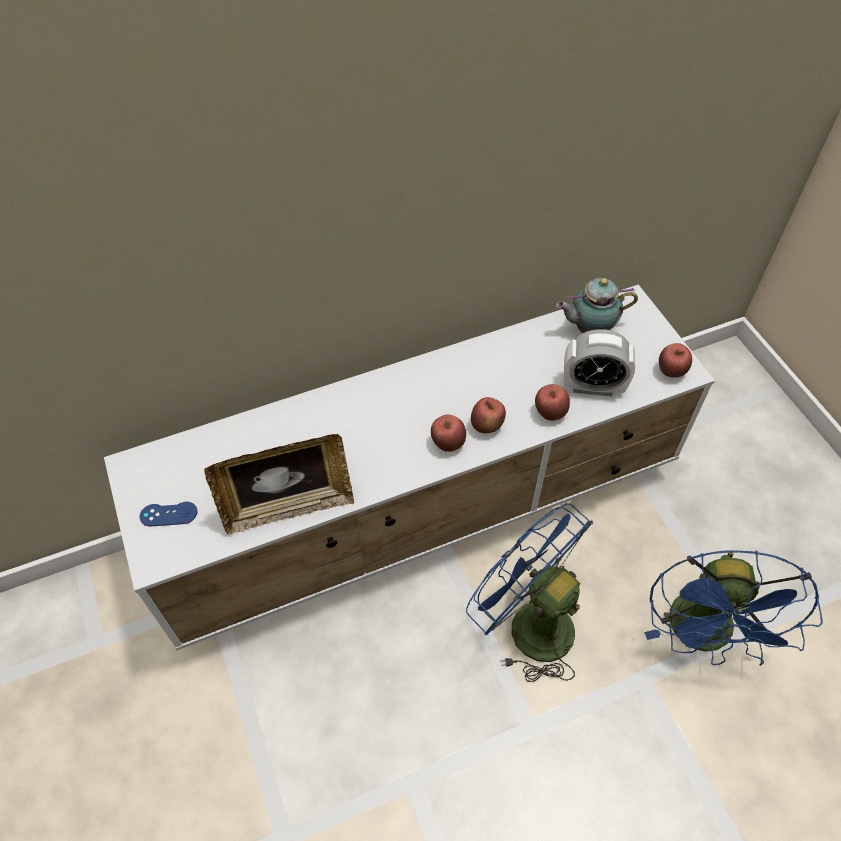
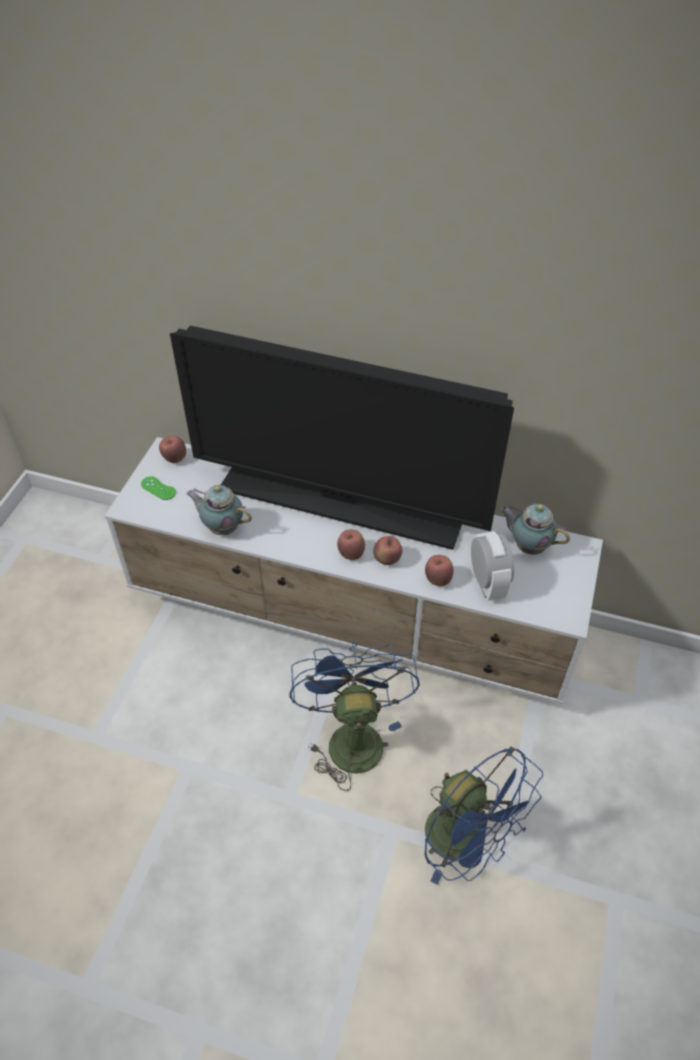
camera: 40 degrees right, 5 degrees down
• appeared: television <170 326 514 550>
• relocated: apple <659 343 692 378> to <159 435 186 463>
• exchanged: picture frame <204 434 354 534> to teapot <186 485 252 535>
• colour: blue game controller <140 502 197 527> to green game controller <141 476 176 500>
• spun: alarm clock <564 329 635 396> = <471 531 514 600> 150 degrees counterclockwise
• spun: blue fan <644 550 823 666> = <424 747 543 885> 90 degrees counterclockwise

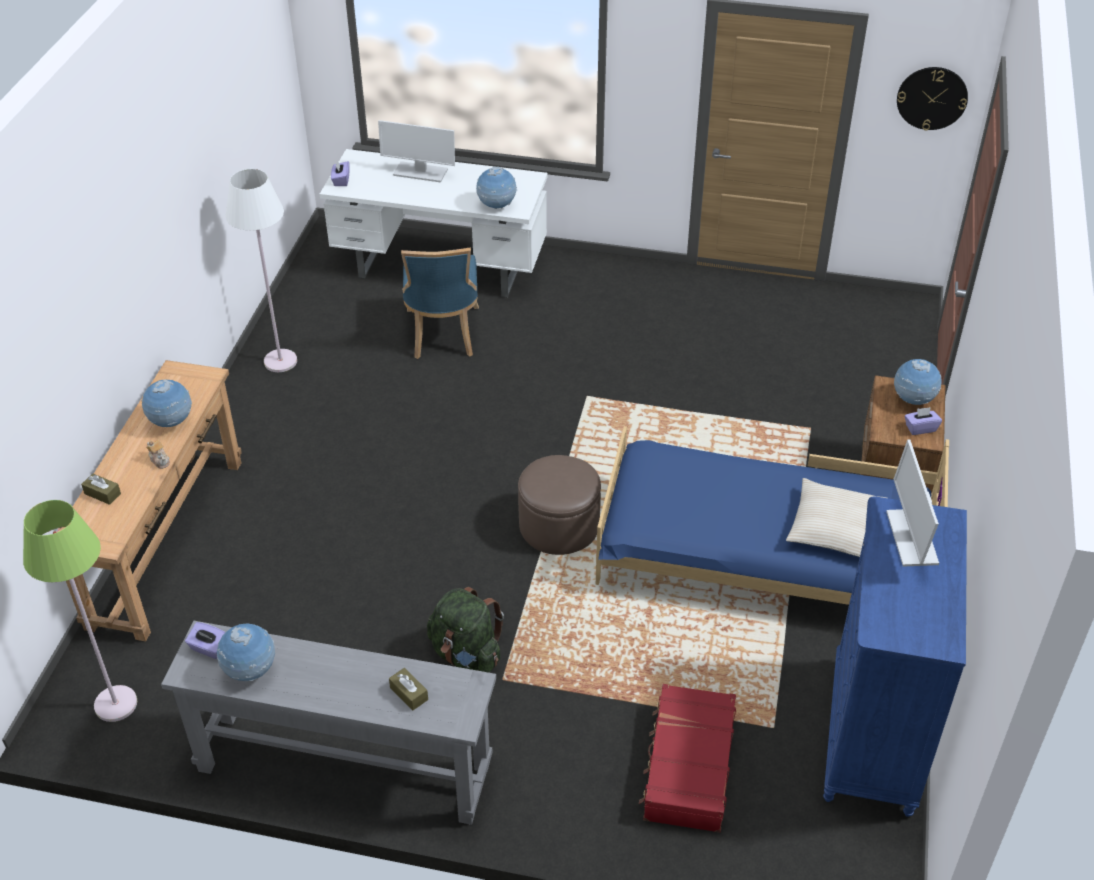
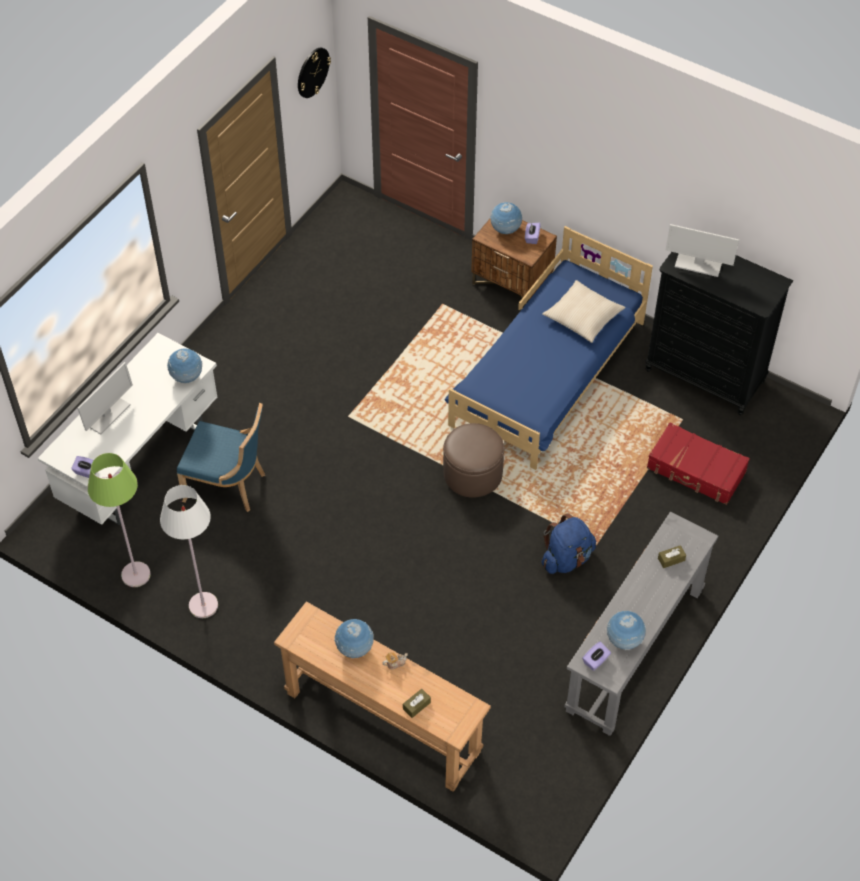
camera: 70 degrees left, 10 degrees up
• relocated: green floor lamp <23 500 137 722> to <88 453 151 587>
• colour: green backpack <427 587 504 673> to blue backpack <542 513 596 574>
• colour: blue dresser <823 496 967 817> to black dresser <645 252 793 415>

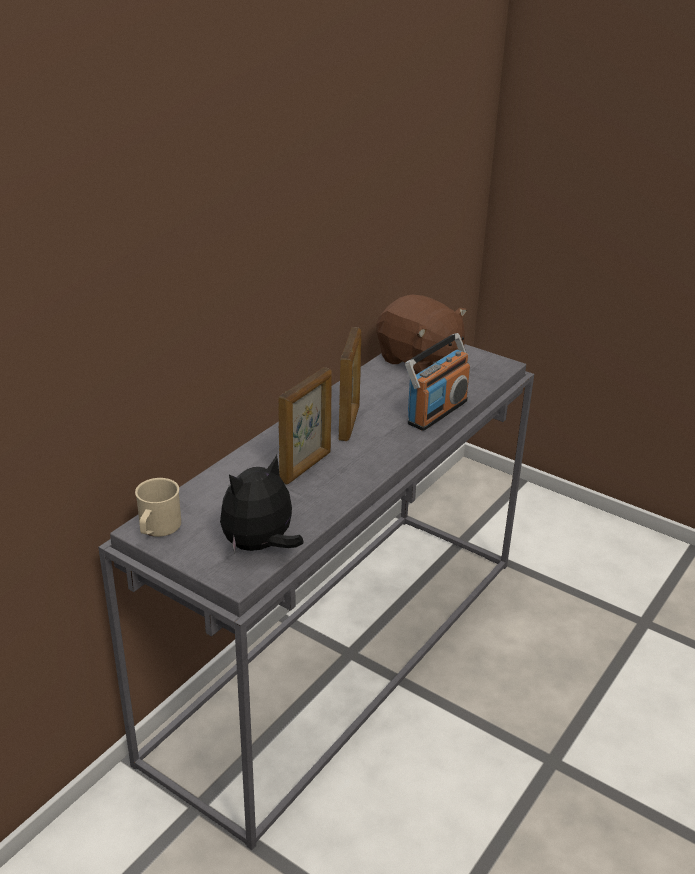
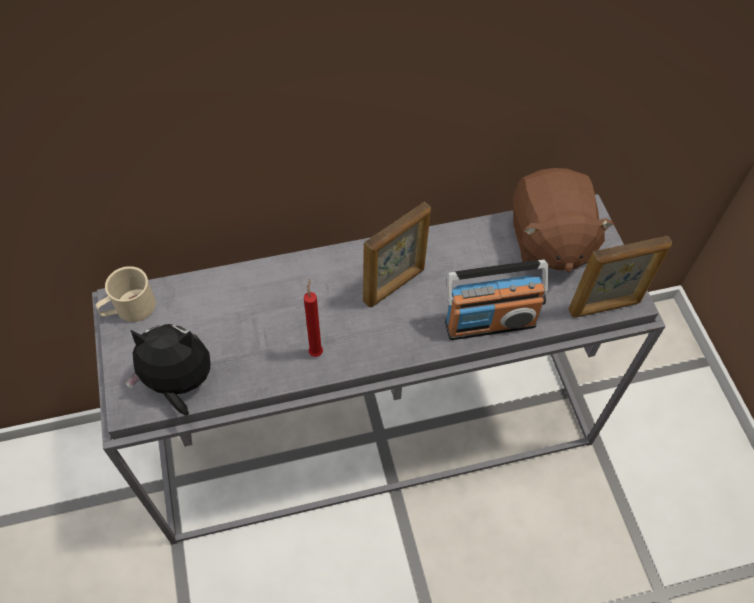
camera: 40 degrees right, 25 degrees up
• appeared: red candle <304 278 323 357>
• relocated: picture frame <278 367 332 485> to <569 236 672 318>

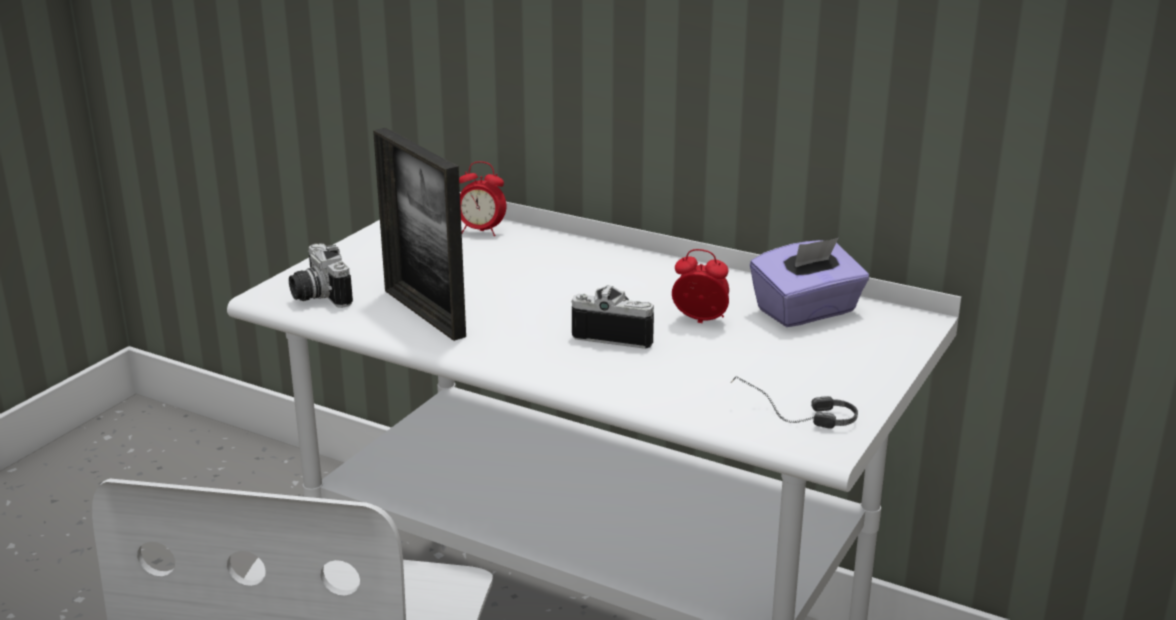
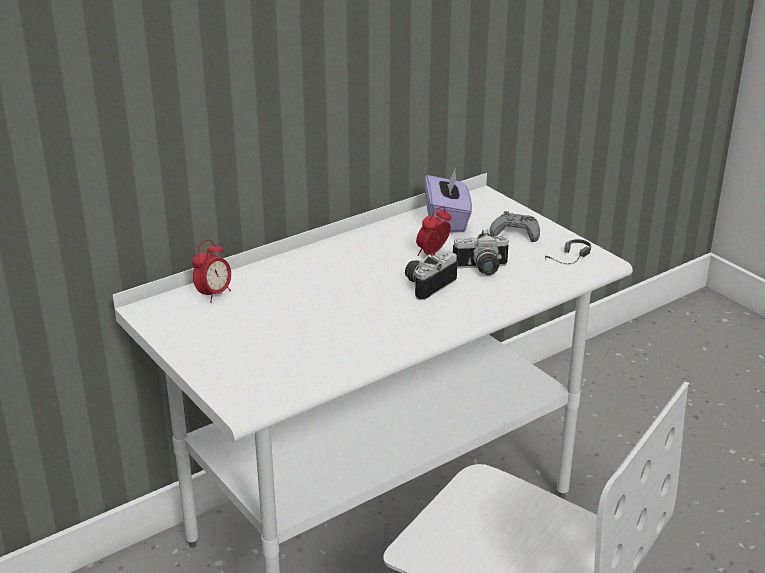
camera: 65 degrees left, 5 degrees up
• missing: picture frame <373 128 466 341>
• appeared: grey game controller <490 211 540 242>
• relocated: photo camera <289 243 353 308> to <453 229 509 275>

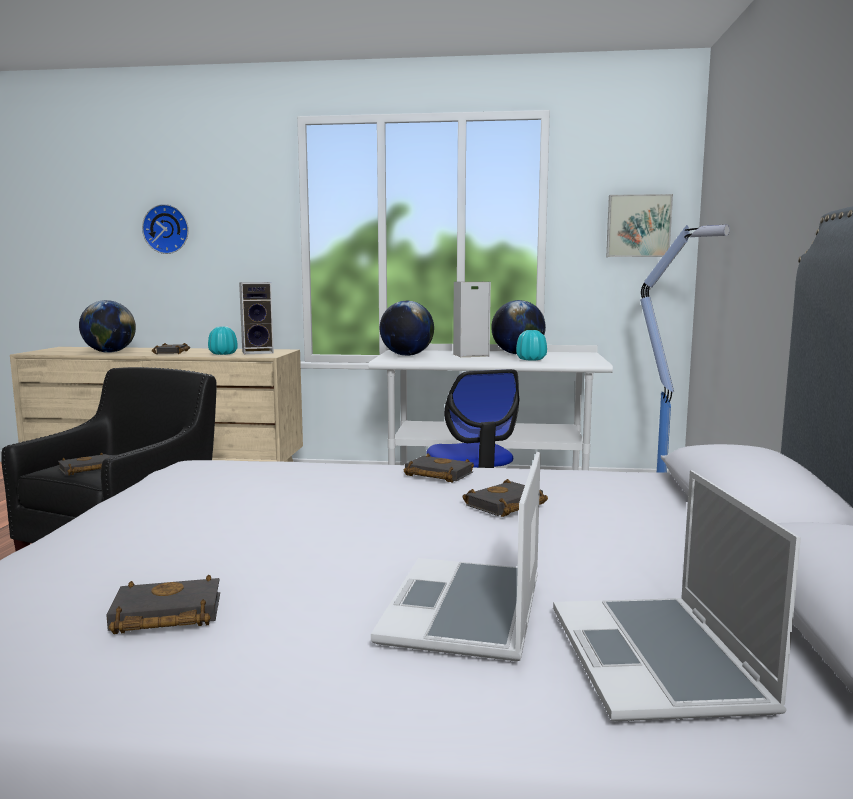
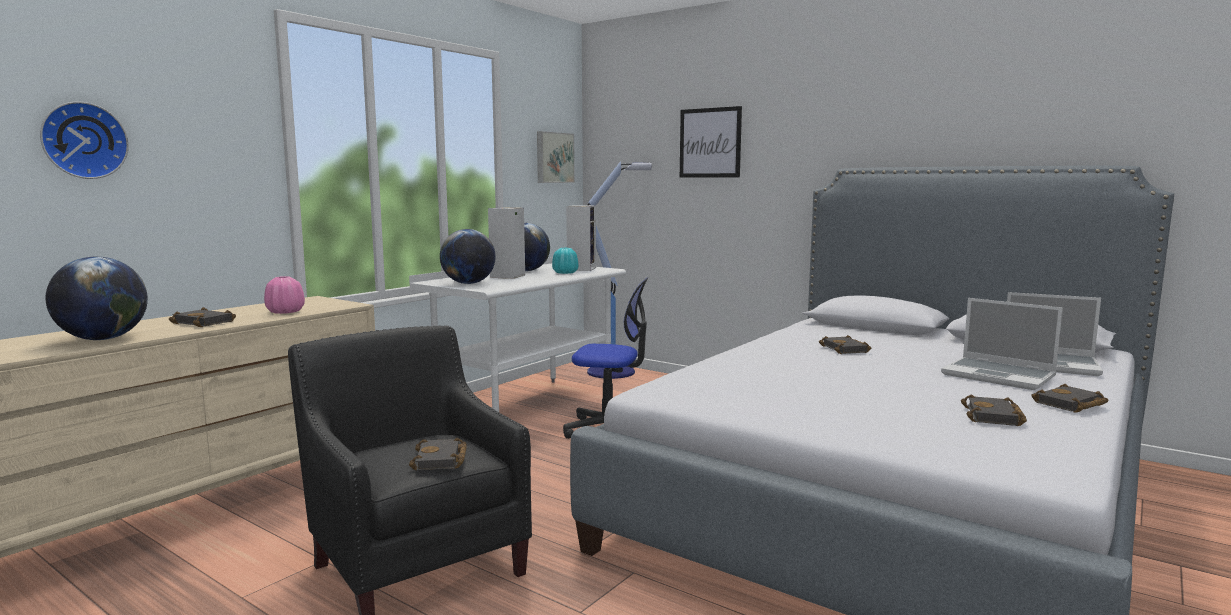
camera: 60 degrees left, 0 degrees up
• appeared: picture <680 106 742 177>
• relocated: speaker <239 282 274 354> to <566 205 596 271>
• relocated: black book <404 454 474 483> to <1031 384 1109 413>
• colour: turquoise vase <208 327 238 355> to pink vase <264 276 305 314>

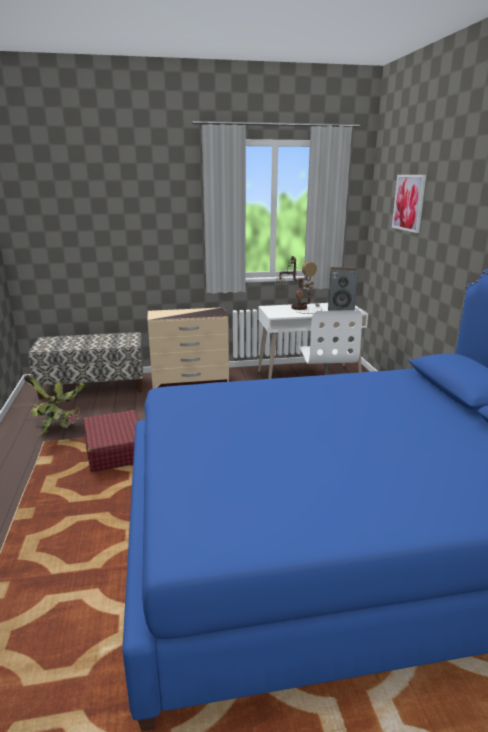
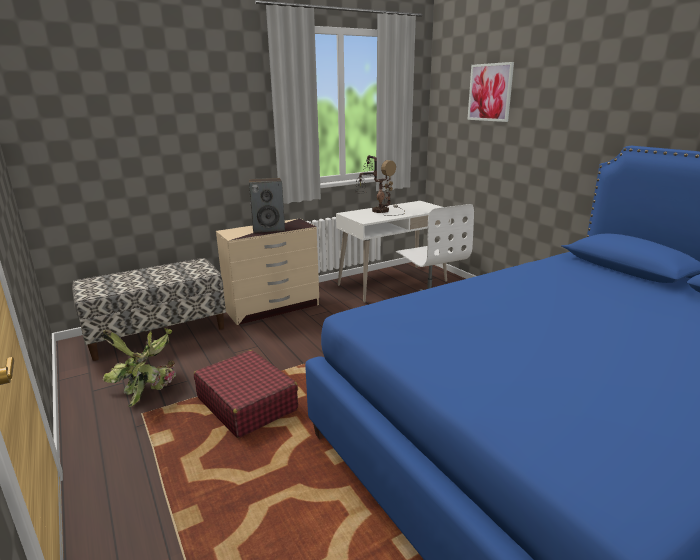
camera: 20 degrees left, 0 degrees up
• relocated: speaker <328 267 358 311> to <249 178 285 233>

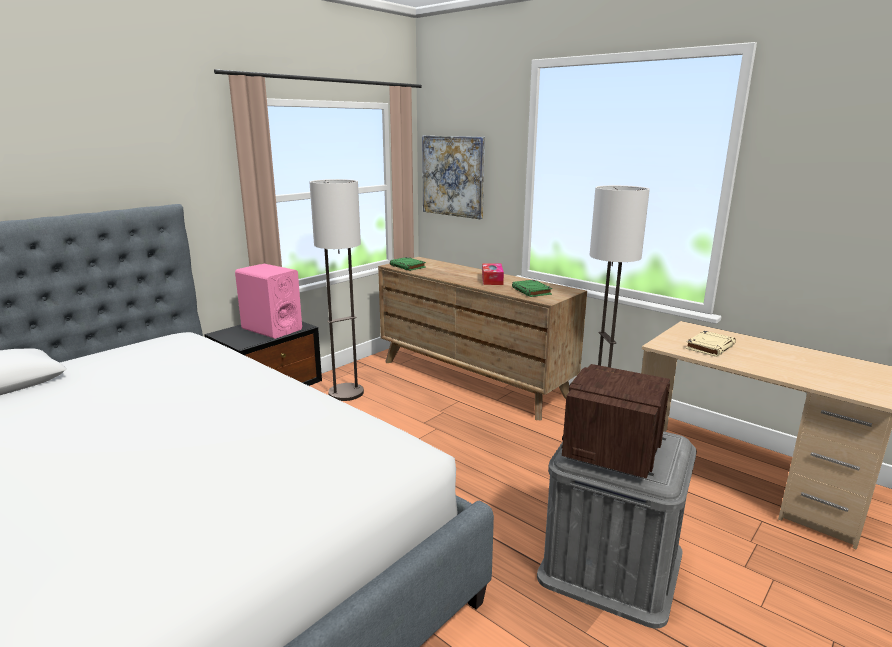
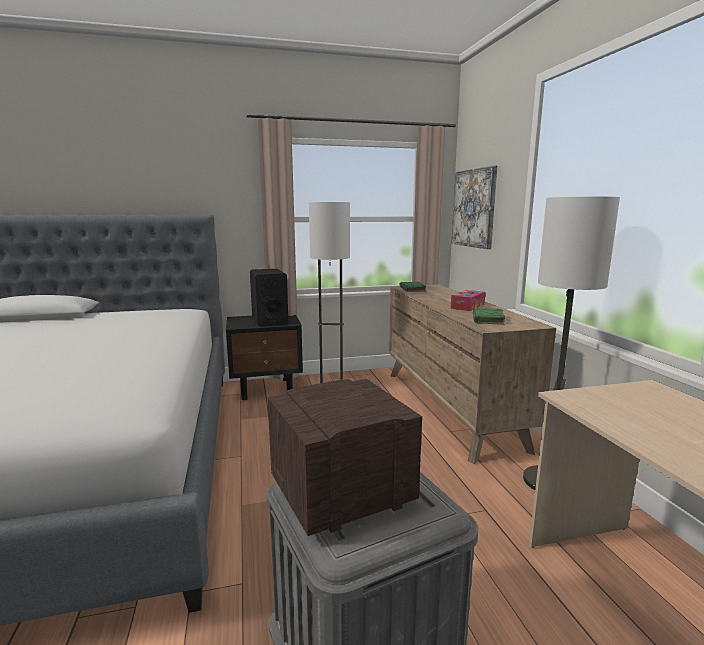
camera: 35 degrees right, 5 degrees down
• missing: beige book <686 331 736 357>
• colour: pink speaker <235 264 302 339> to black speaker <250 269 288 327>

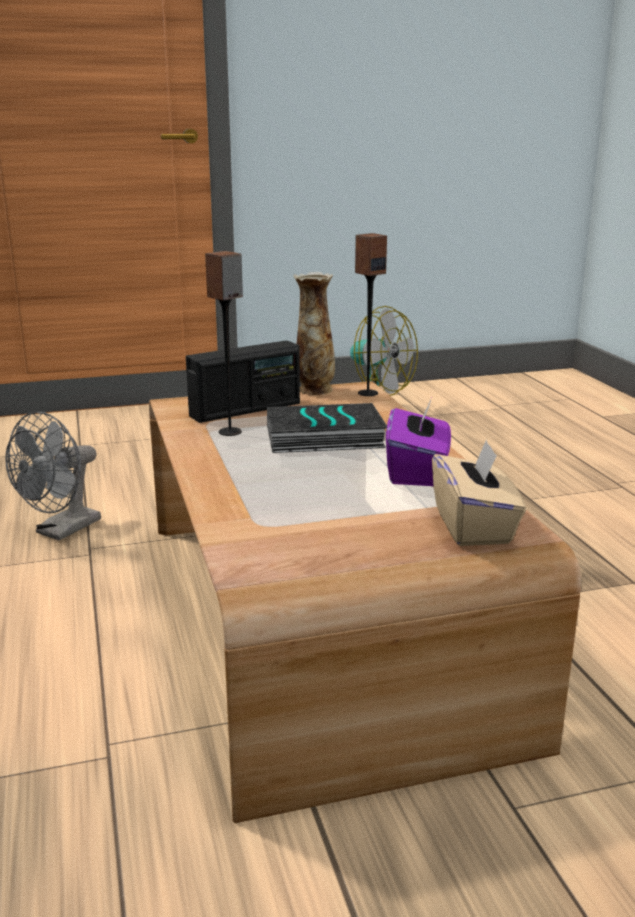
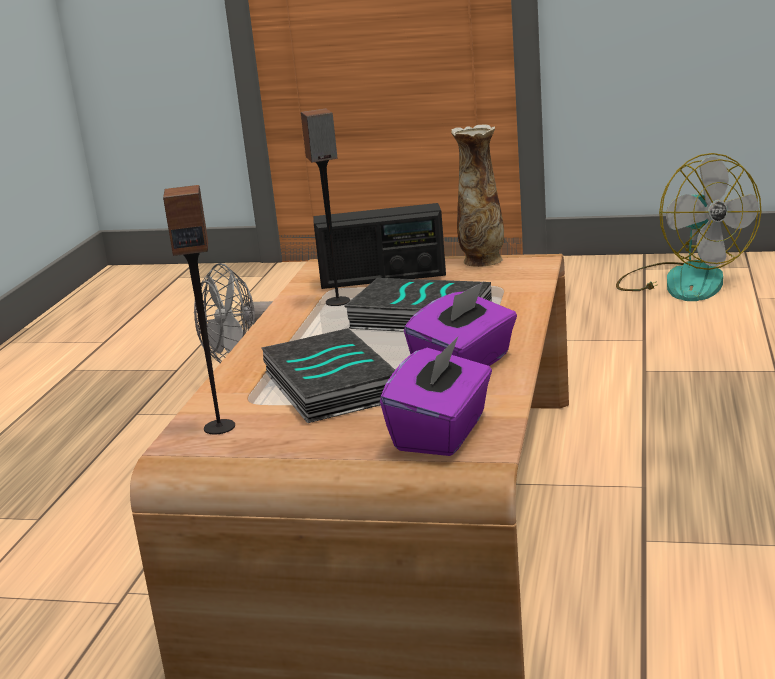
camera: 30 degrees right, 0 degrees up
• appeared: book <261 329 395 423>
• relocated: speaker <355 233 387 396> to <163 185 235 434>
• colour: beige tissue box <432 439 526 546> to purple tissue box <380 337 492 456>

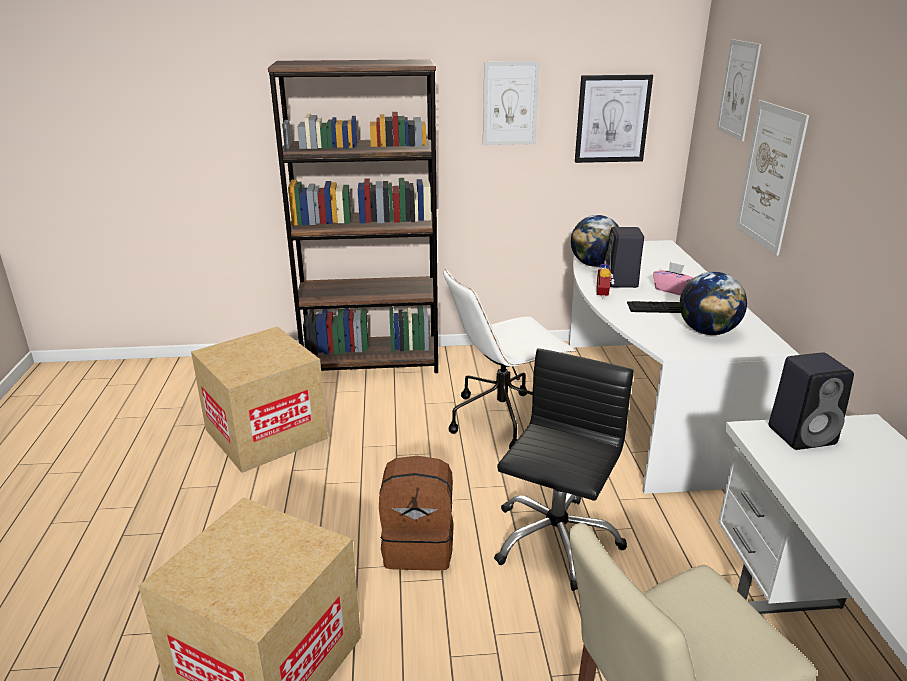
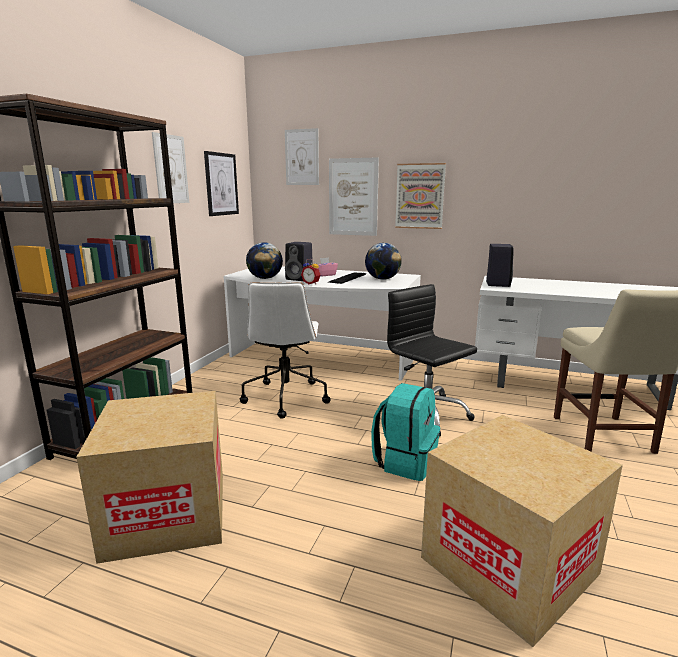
camera: 65 degrees left, 10 degrees down
• appeared: picture <395 163 446 229>
• colour: brown backpack <379 456 454 571> to turquoise backpack <371 383 440 481>

